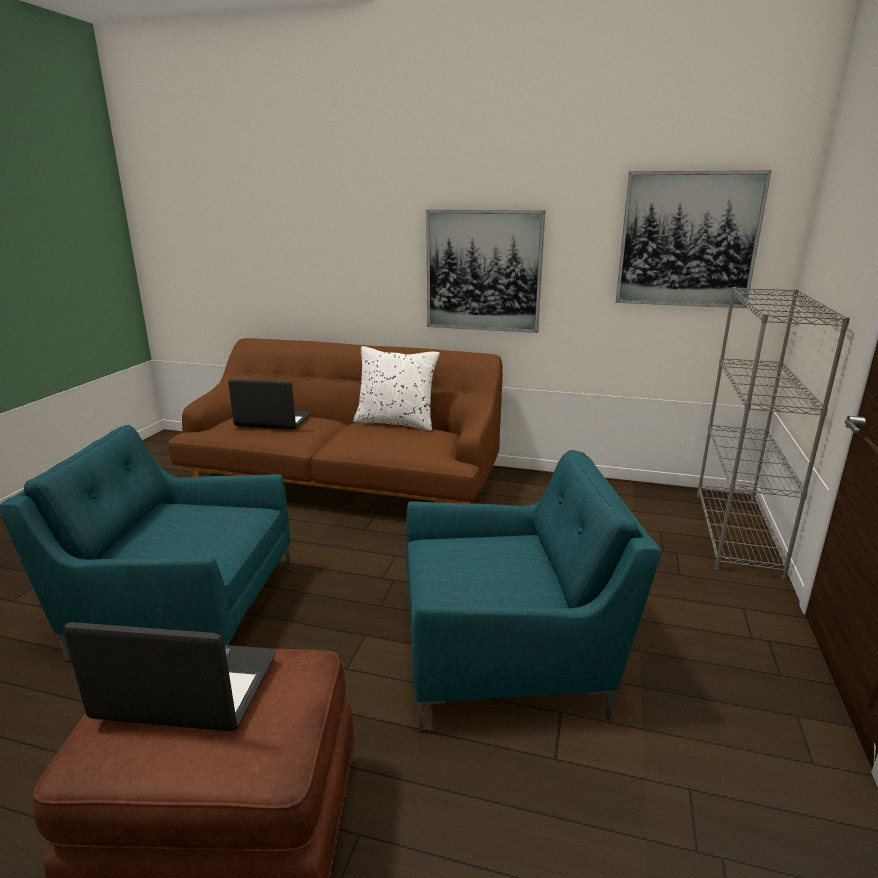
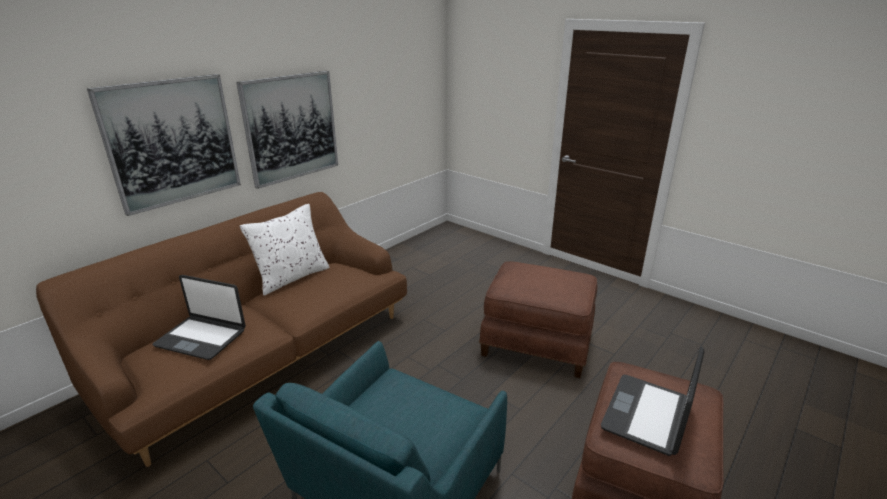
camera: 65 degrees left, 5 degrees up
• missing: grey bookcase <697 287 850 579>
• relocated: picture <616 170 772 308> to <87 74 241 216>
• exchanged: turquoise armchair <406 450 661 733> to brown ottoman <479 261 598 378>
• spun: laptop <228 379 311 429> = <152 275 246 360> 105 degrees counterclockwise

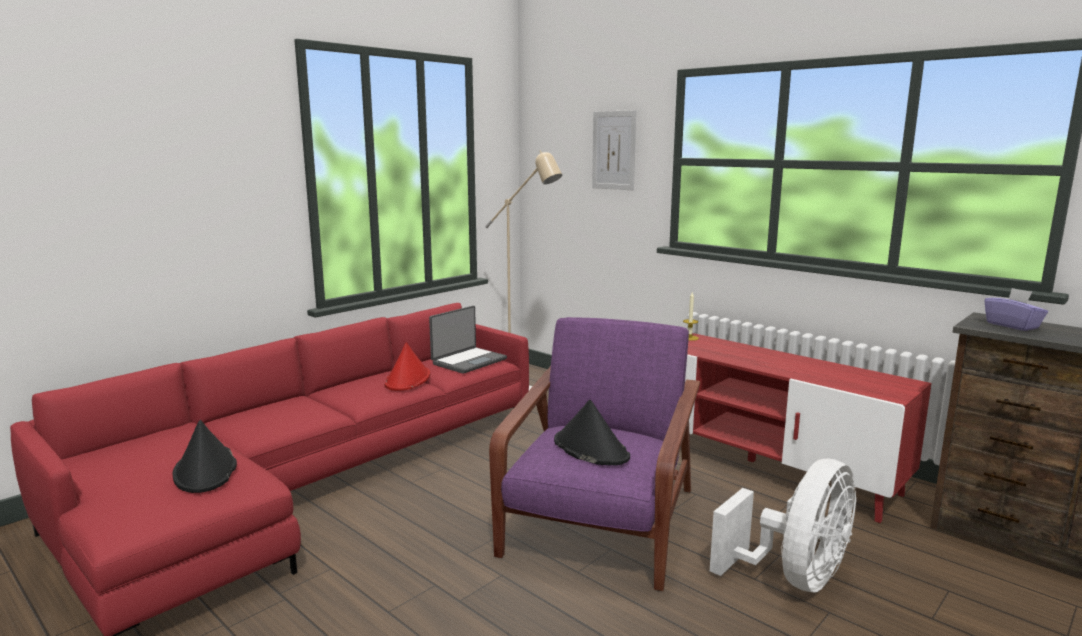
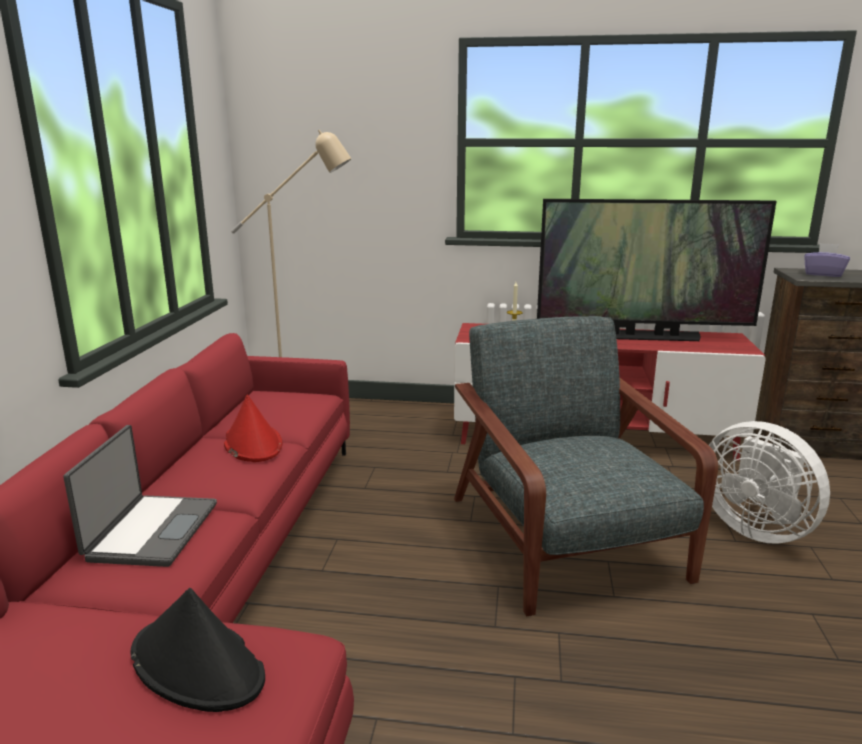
camera: 35 degrees left, 5 degrees up
• missing: black hat <554 400 630 466>
• missing: picture <592 110 637 190>
• appeared: television <537 199 776 341>
• relocated: laptop <429 306 507 374> to <63 425 217 567>
• colour: purple armchair <489 317 700 591> to grey armchair <454 316 718 616>
• spun: white fan <710 458 856 593> = <709 421 830 544> 135 degrees clockwise

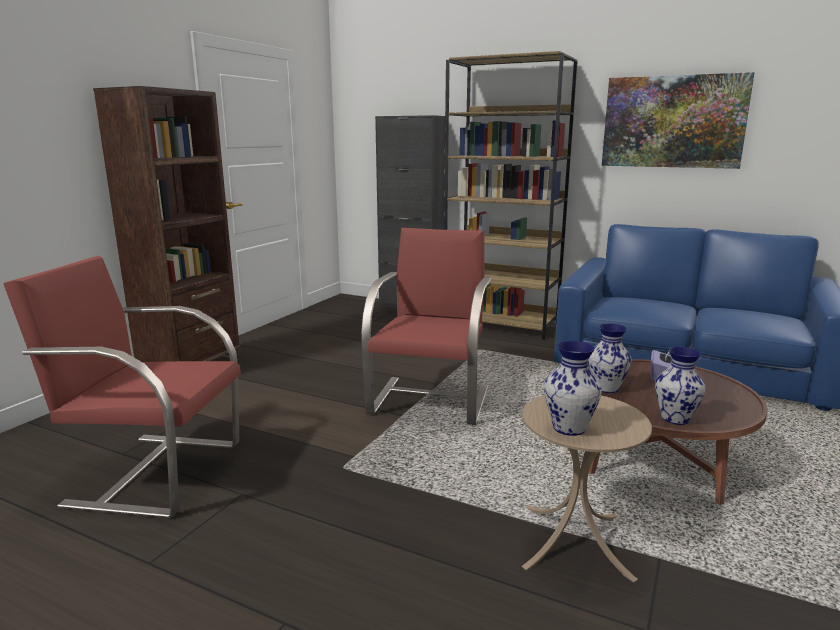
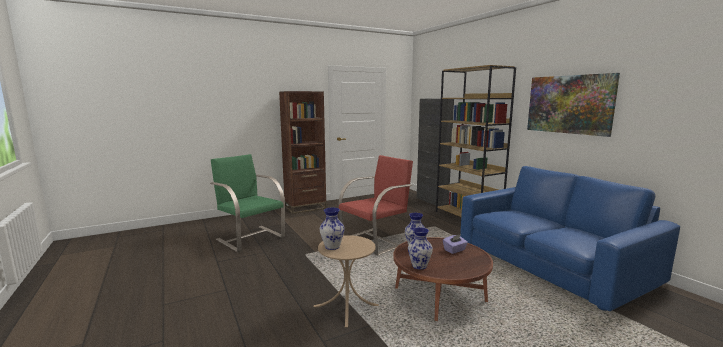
camera: 35 degrees right, 5 degrees down
• colour: red armchair <3 256 241 518> to green armchair <210 154 285 252>

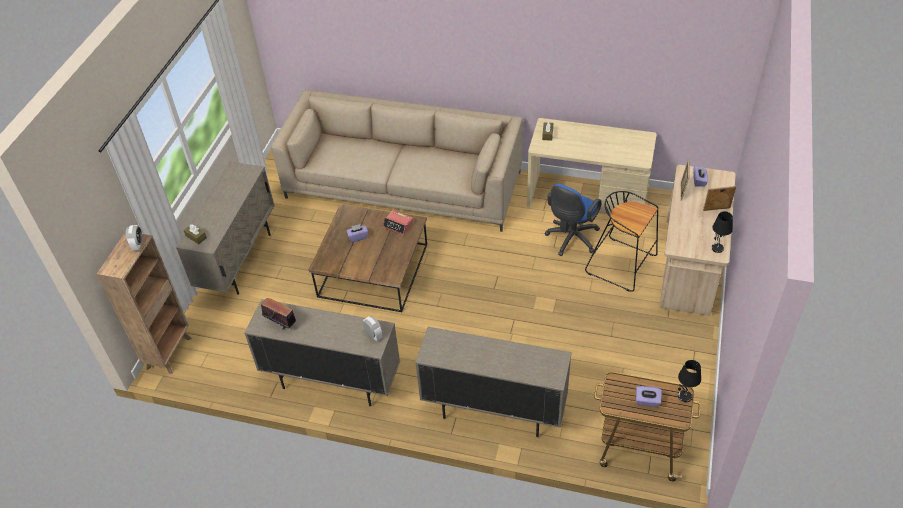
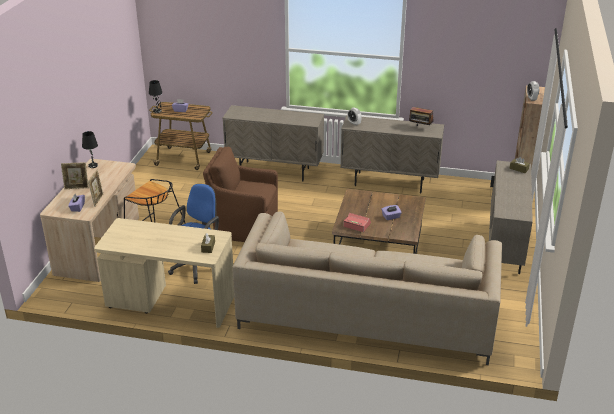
camera: 175 degrees right, 15 degrees down
• appeared: brown armchair <203 147 278 242>

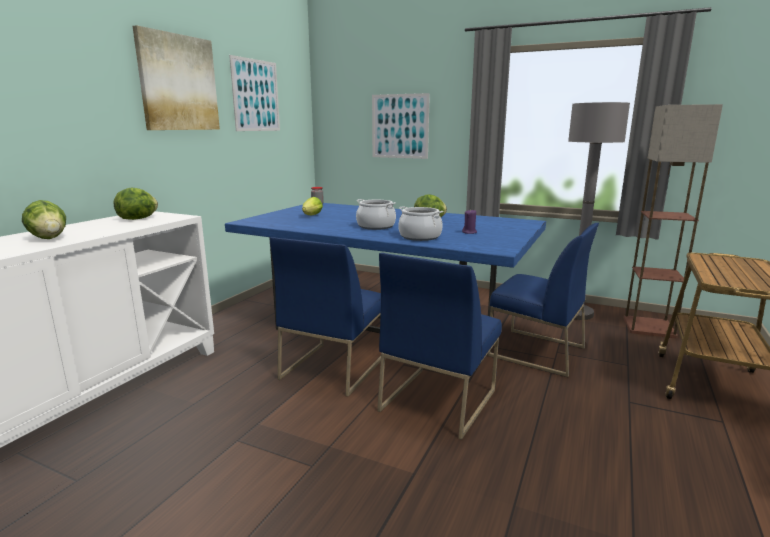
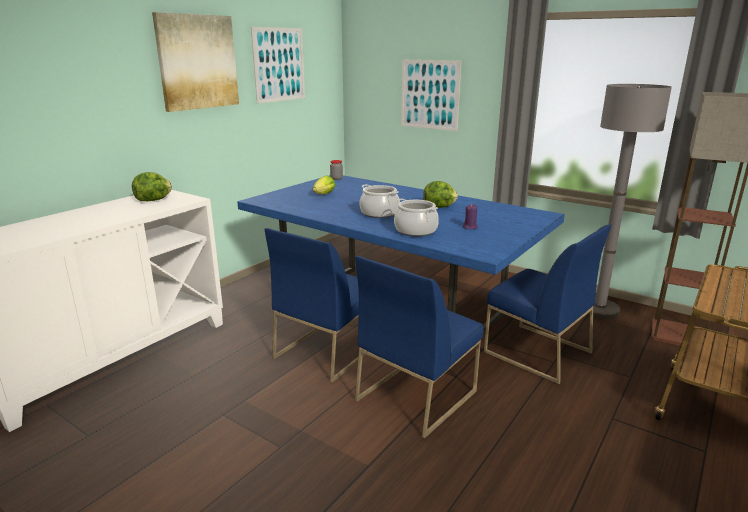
camera: 10 degrees right, 5 degrees up
• missing: lettuce <22 200 66 239>

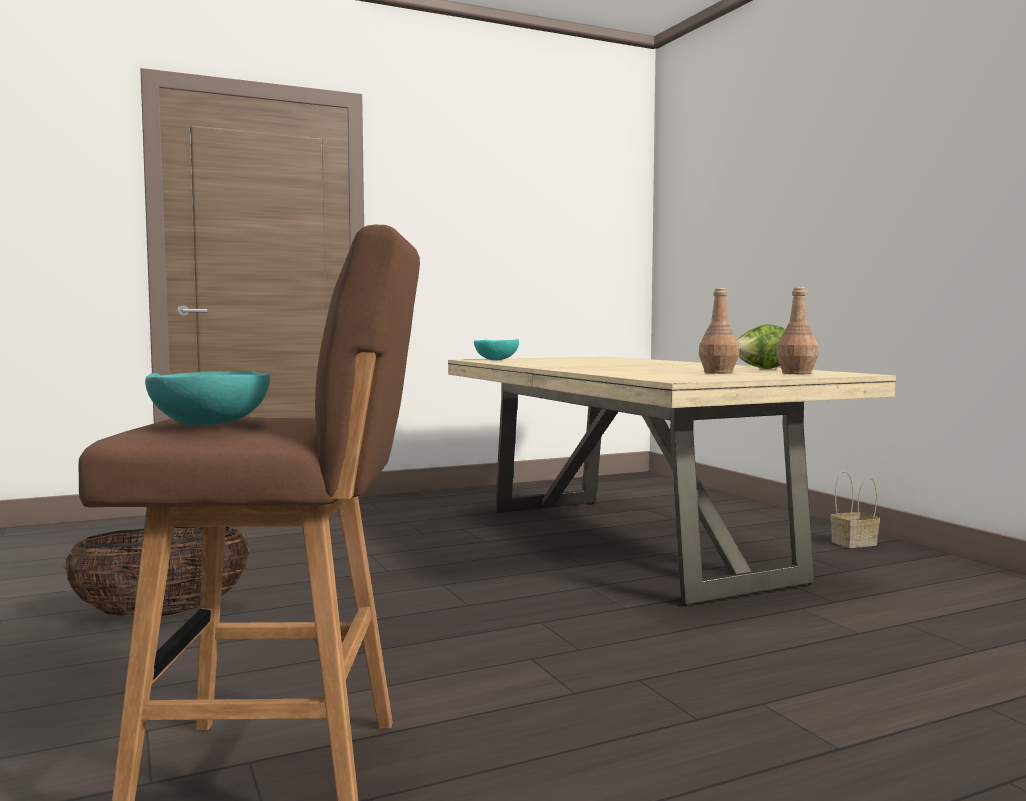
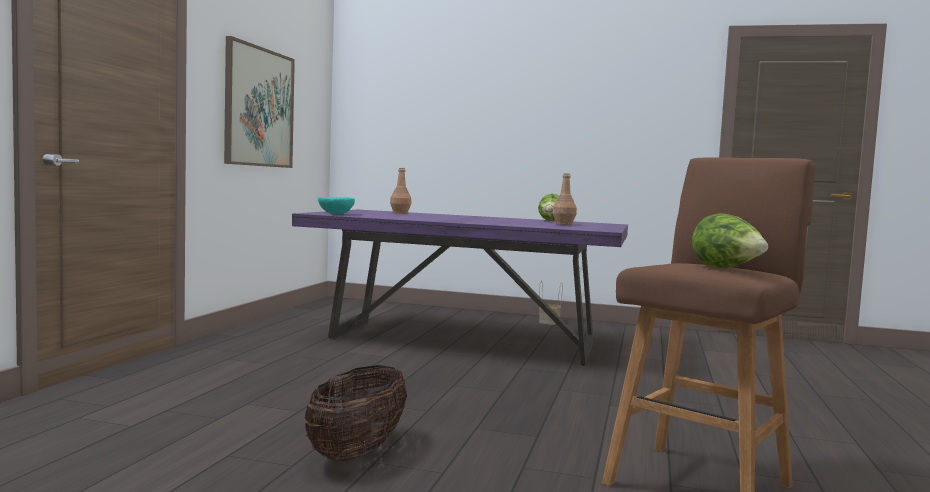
camera: 50 degrees left, 0 degrees up
• appeared: picture <224 36 295 168>
• relocated: brown bottle <776 287 818 374> to <390 167 411 214>
• exchanged: turquoise bowl <145 371 270 425> to lettuce <692 214 768 268>
• colour: beige dining table <448 357 896 606> to purple dining table <292 210 628 366>

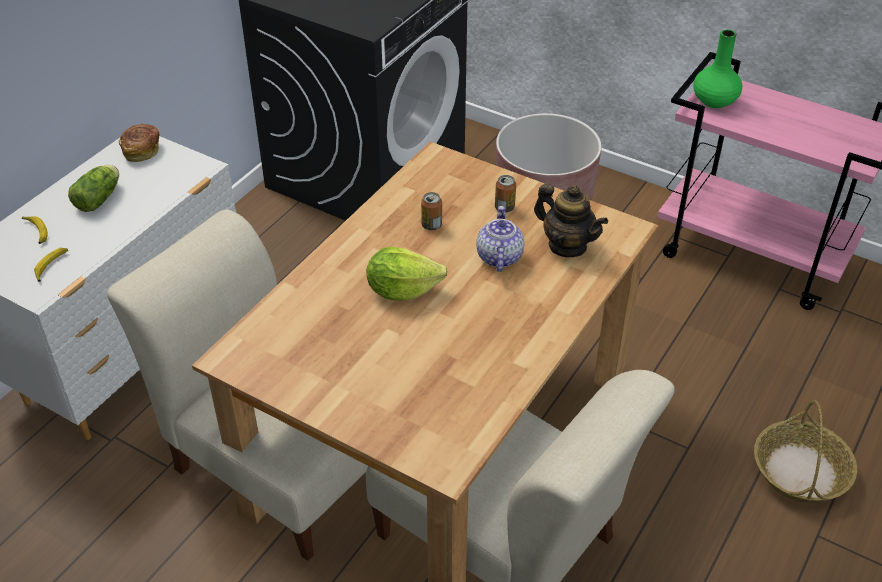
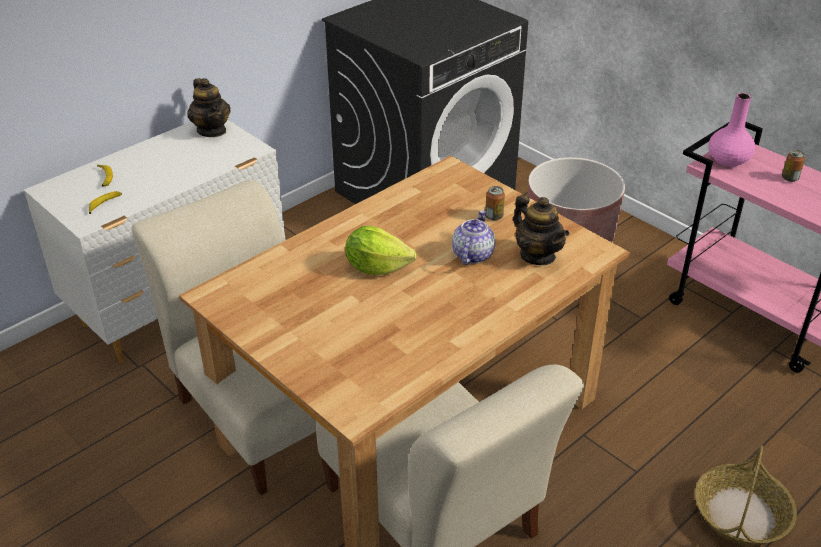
camera: 15 degrees right, 5 degrees down
• missing: lettuce <68 165 119 212>
• relocated: can <421 192 442 230> to <782 150 805 182>
• exchanged: bread <119 124 159 162> to teapot <187 78 231 137>
• colour: green vase <693 30 743 108> to pink vase <709 93 756 167>

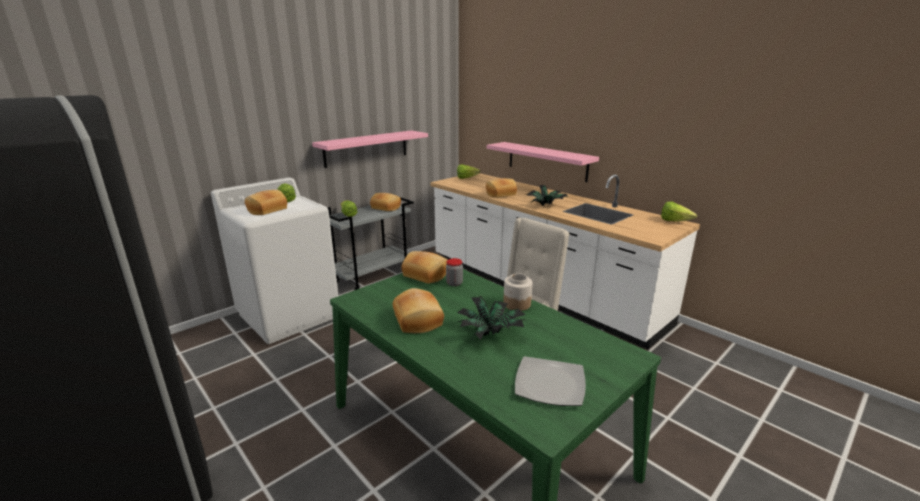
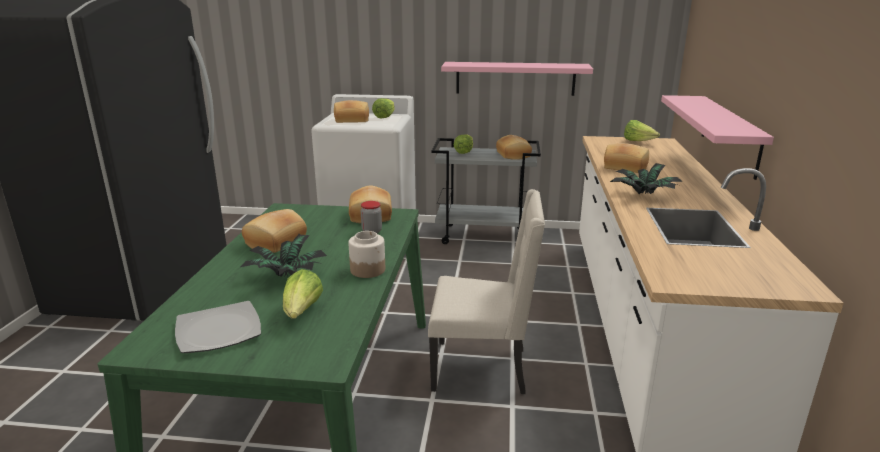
camera: 50 degrees right, 0 degrees up
• relocated: lettuce <661 202 697 222> to <283 269 323 319>

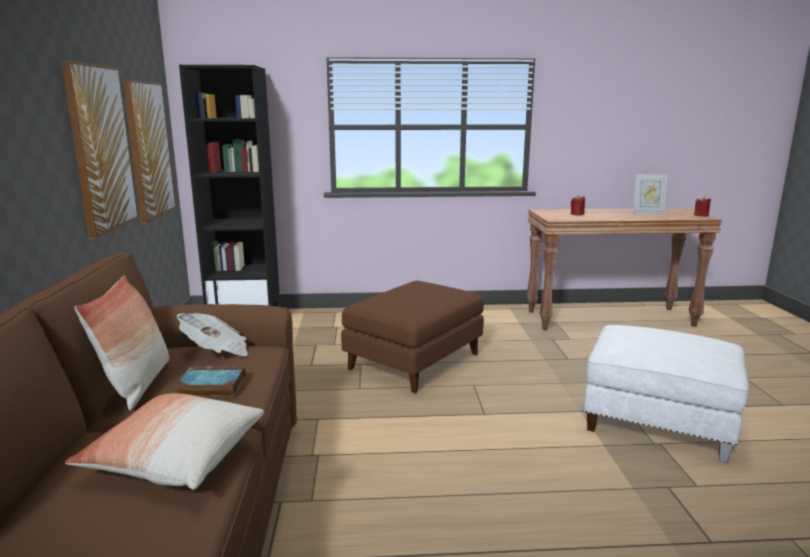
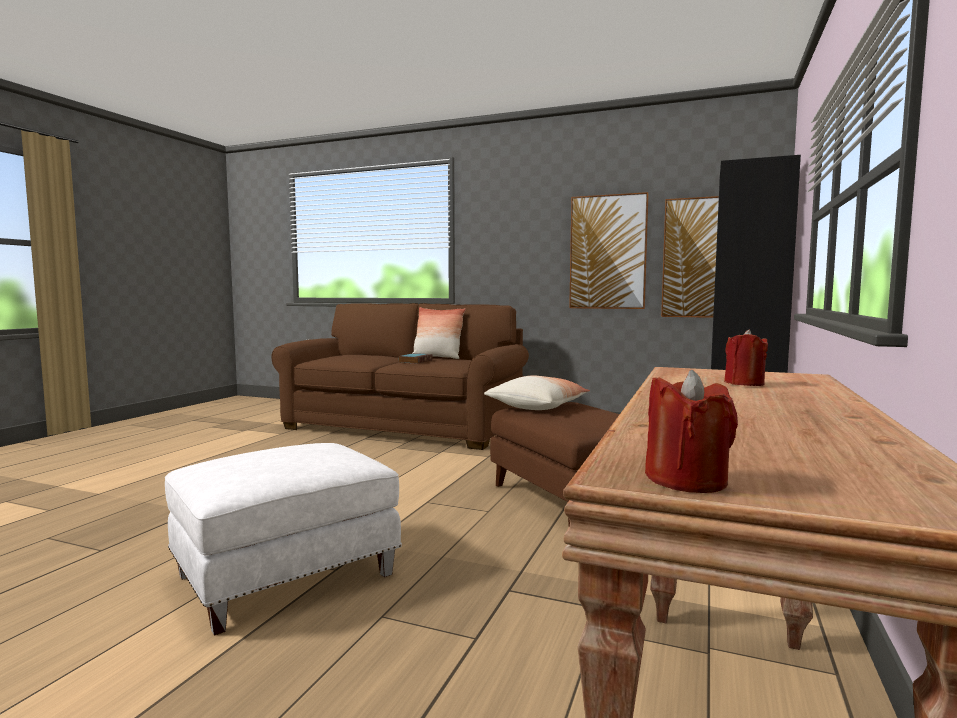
camera: 115 degrees right, 10 degrees down
• missing: newspaper <177 313 248 356>
• missing: picture frame <633 174 667 214>
• relocated: pillow <65 393 264 490> to <484 375 590 410>

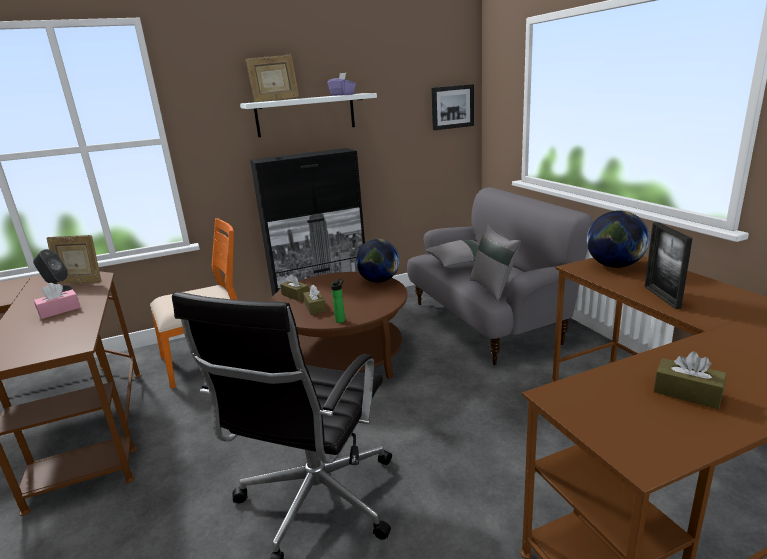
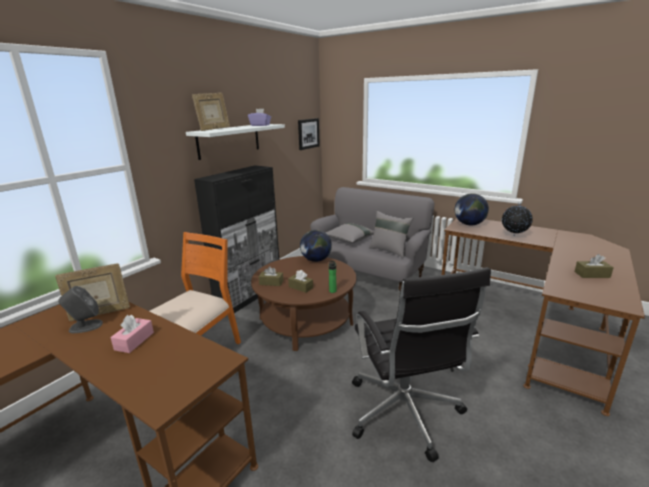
camera: 35 degrees left, 0 degrees up
• exchanged: picture frame <645 222 693 309> to globe <502 203 533 236>

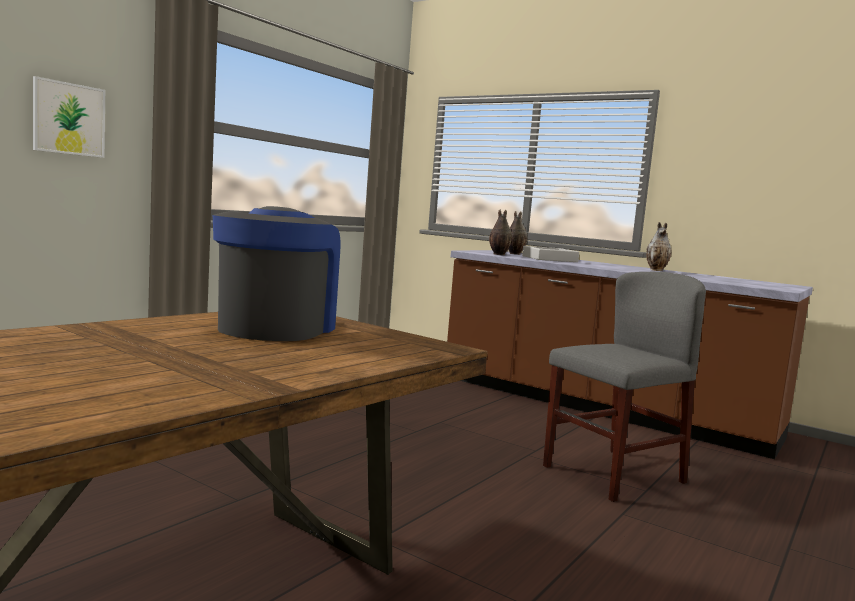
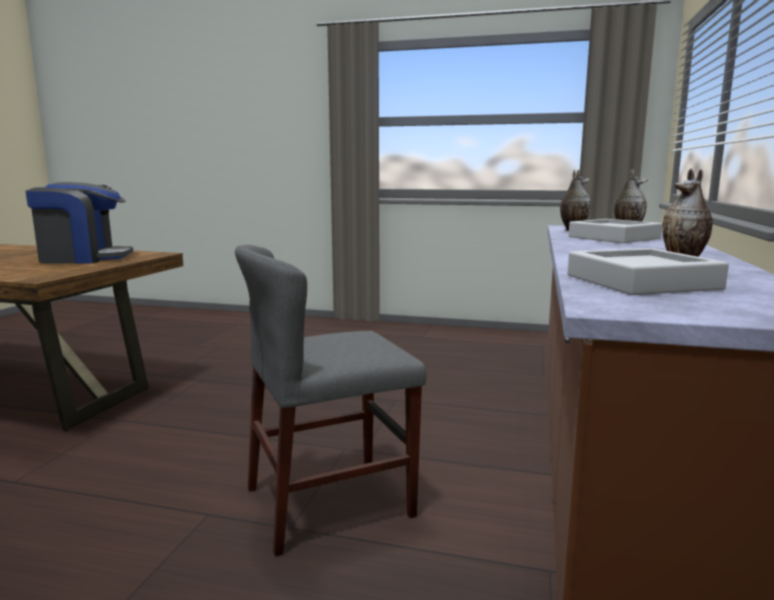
camera: 70 degrees right, 5 degrees up
• missing: picture <33 76 105 158>
• appeared: grey tray <568 248 729 295>
• spun: grey chair <543 272 706 502> = <235 245 426 557> 120 degrees clockwise

